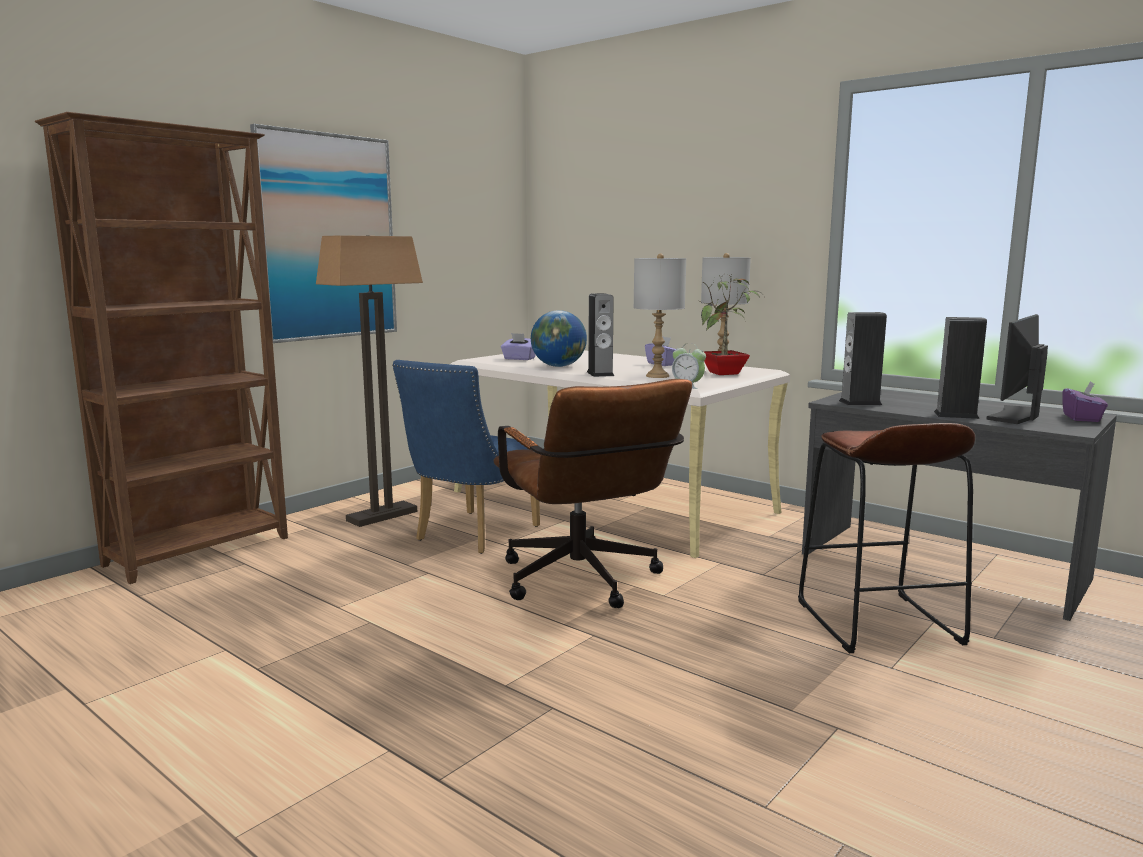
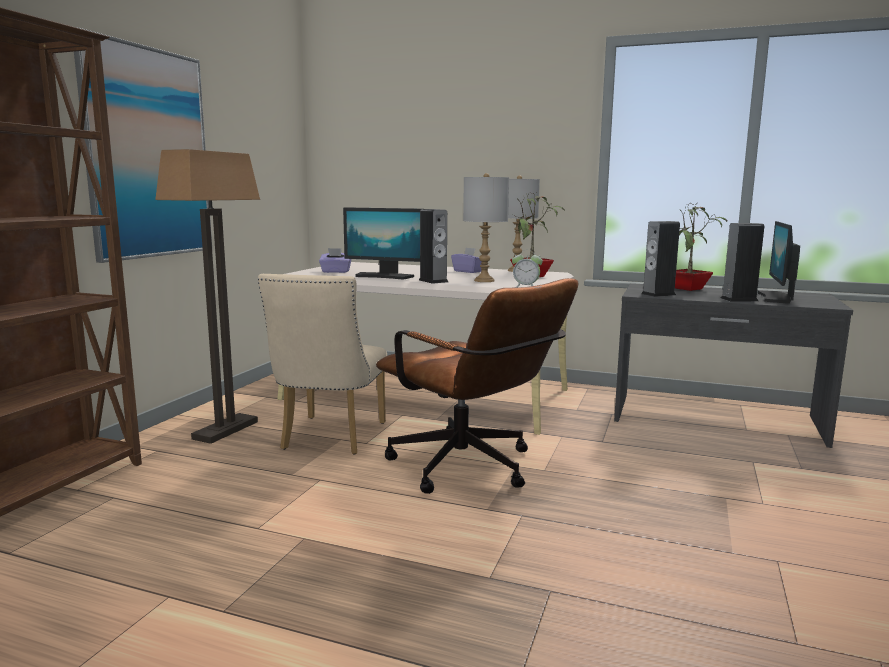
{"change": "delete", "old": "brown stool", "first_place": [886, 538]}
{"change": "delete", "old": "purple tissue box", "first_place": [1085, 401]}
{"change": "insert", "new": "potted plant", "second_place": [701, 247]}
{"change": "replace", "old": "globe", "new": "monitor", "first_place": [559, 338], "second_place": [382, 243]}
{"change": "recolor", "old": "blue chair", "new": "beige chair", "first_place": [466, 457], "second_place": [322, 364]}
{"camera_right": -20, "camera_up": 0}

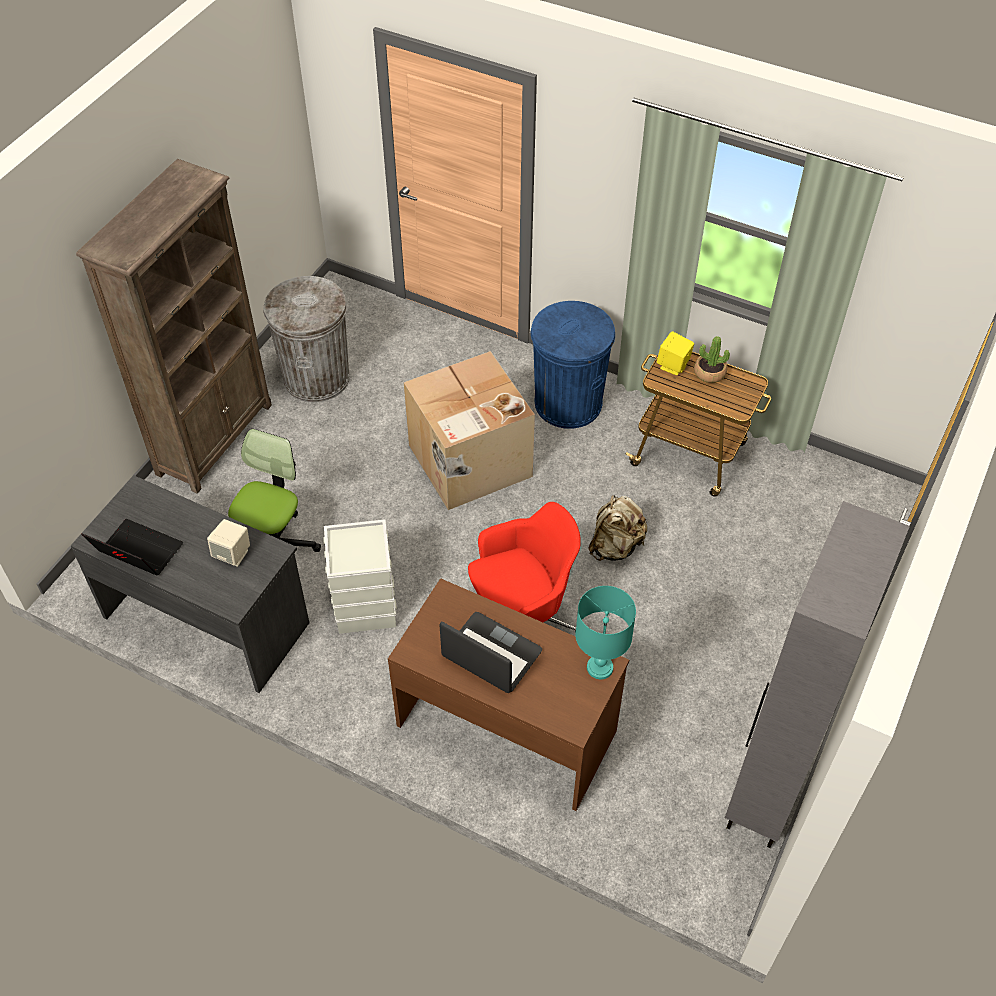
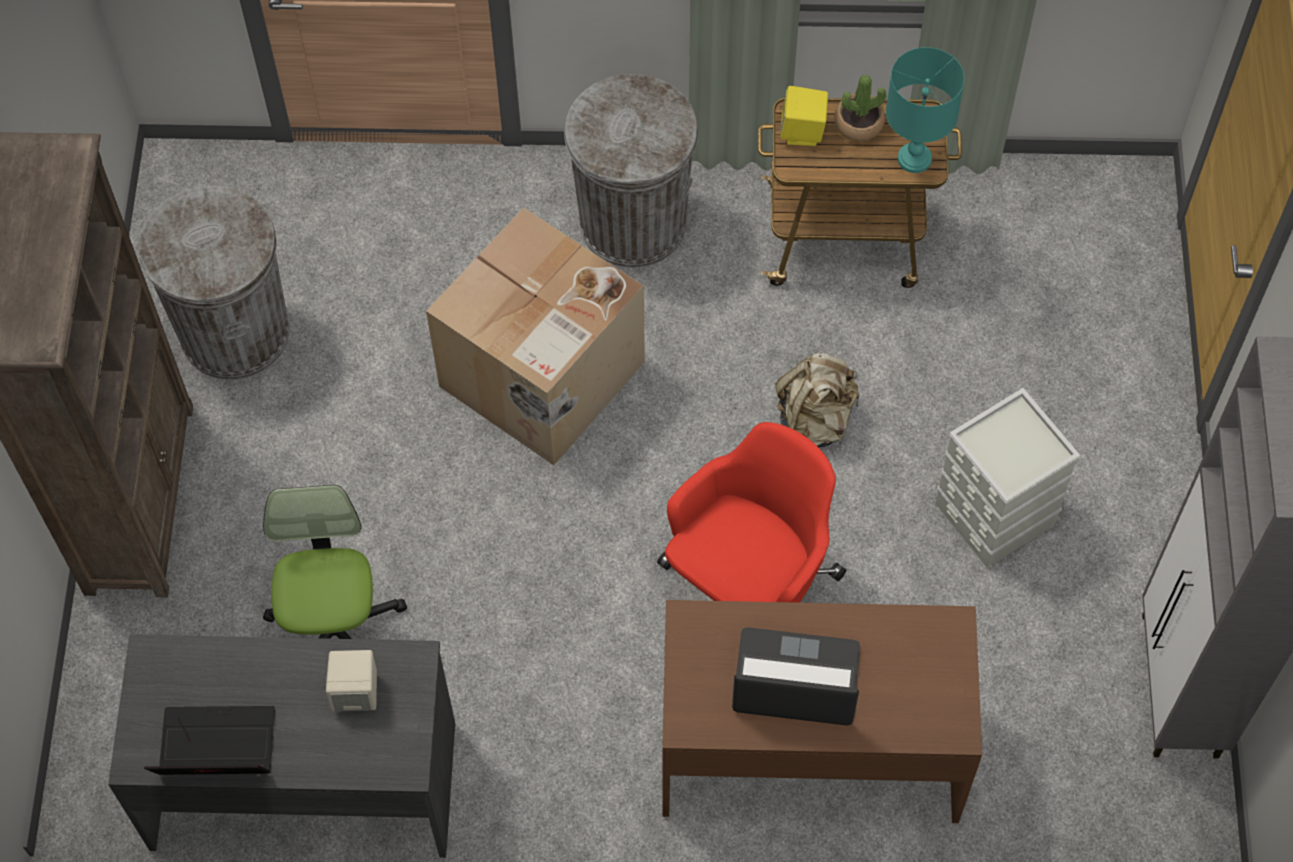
{"change": "move", "old": "grey storage box", "first_place": [360, 576], "second_place": [1007, 478]}
{"change": "move", "old": "turquoise table lamp", "first_place": [605, 632], "second_place": [925, 110]}
{"change": "recolor", "old": "blue trash can", "new": "grey trash can", "first_place": [573, 365], "second_place": [631, 171]}
{"camera_right": -25, "camera_up": 10}

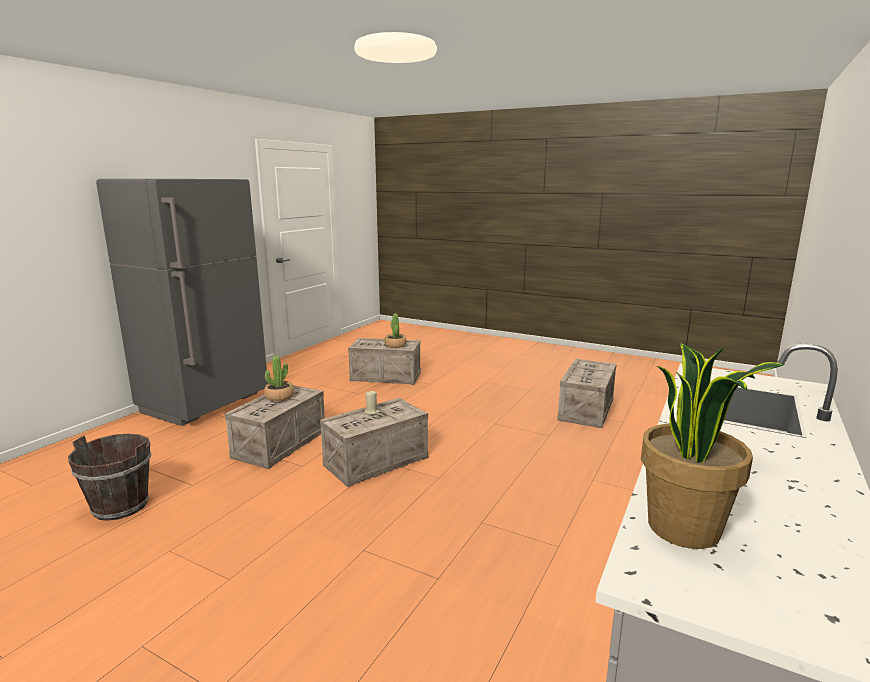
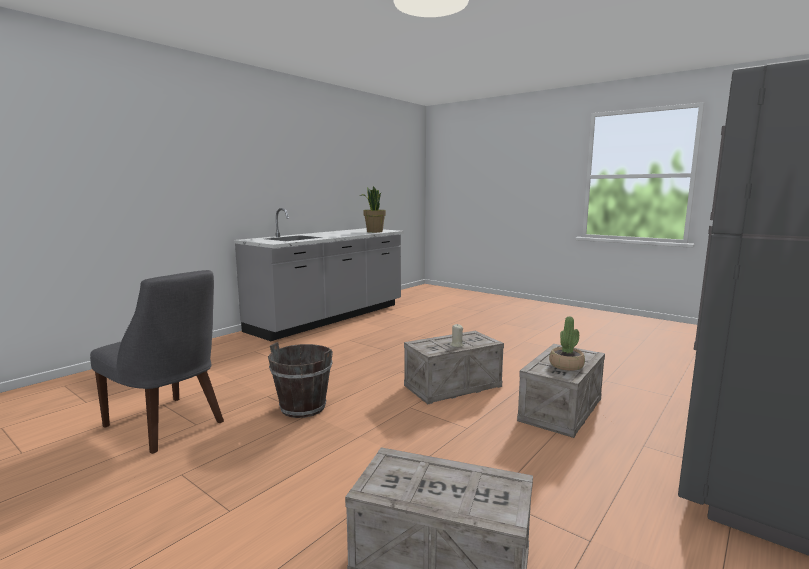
{"change": "delete", "old": "potted plant", "first_place": [395, 330]}
{"change": "move", "old": "brown bucket", "first_place": [109, 477], "second_place": [300, 380]}
{"change": "replace", "old": "crate", "new": "grey chair", "first_place": [587, 393], "second_place": [157, 362]}
{"camera_right": -170, "camera_up": -5}

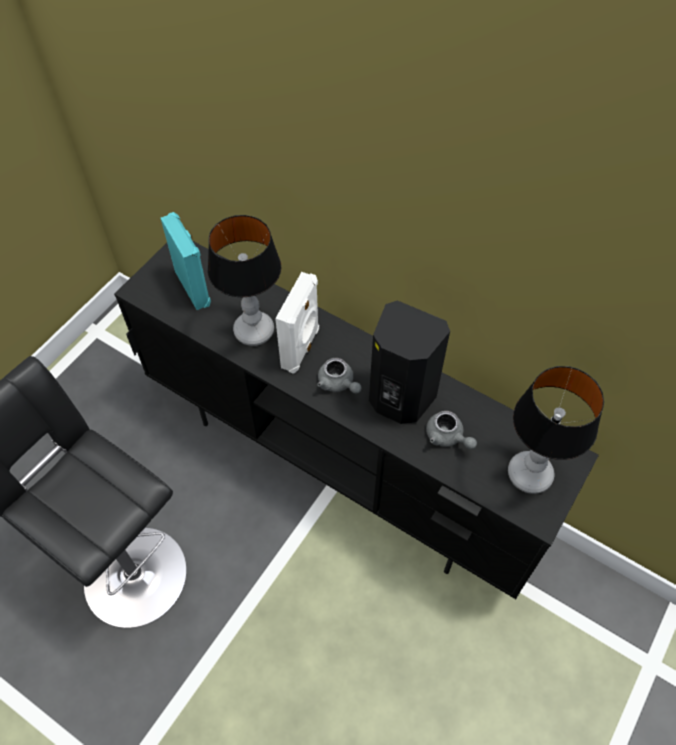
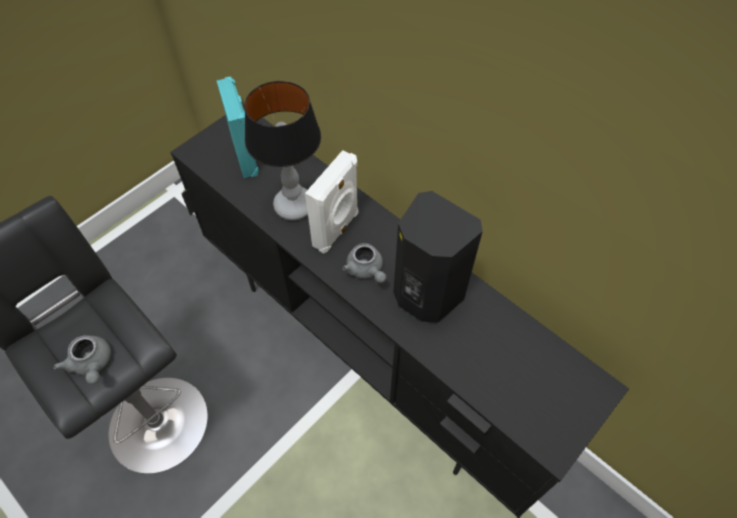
{"change": "delete", "old": "table lamp", "first_place": [556, 430]}
{"change": "move", "old": "grey teapot", "first_place": [451, 430], "second_place": [82, 359]}
{"camera_right": 10, "camera_up": 0}

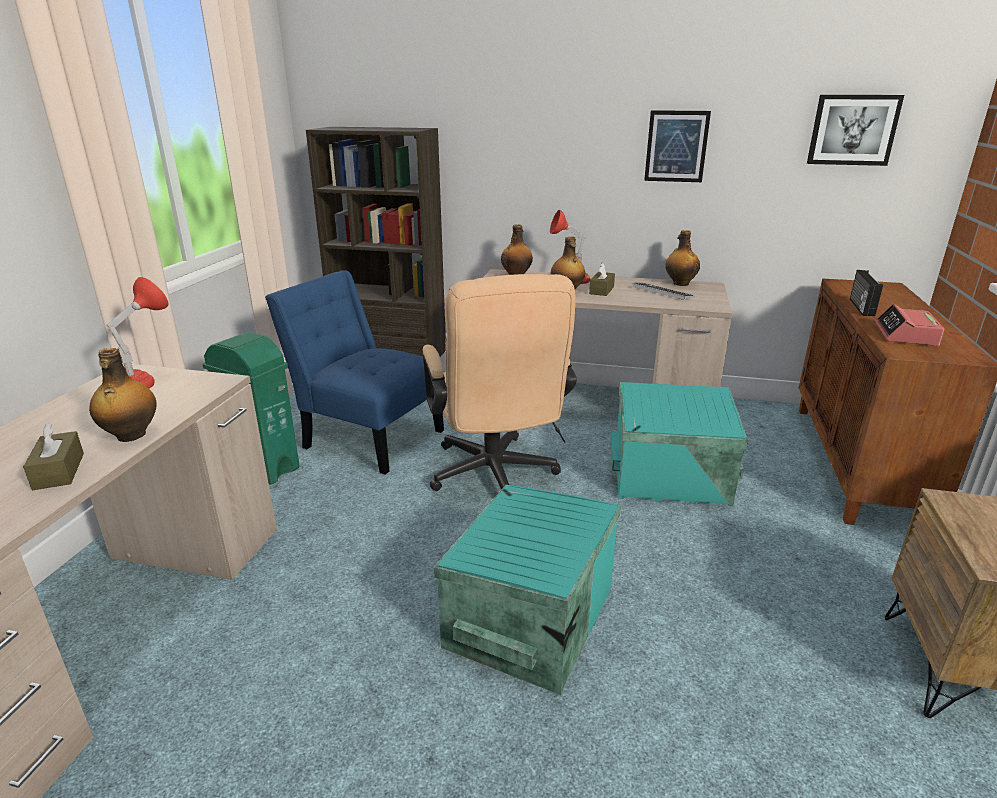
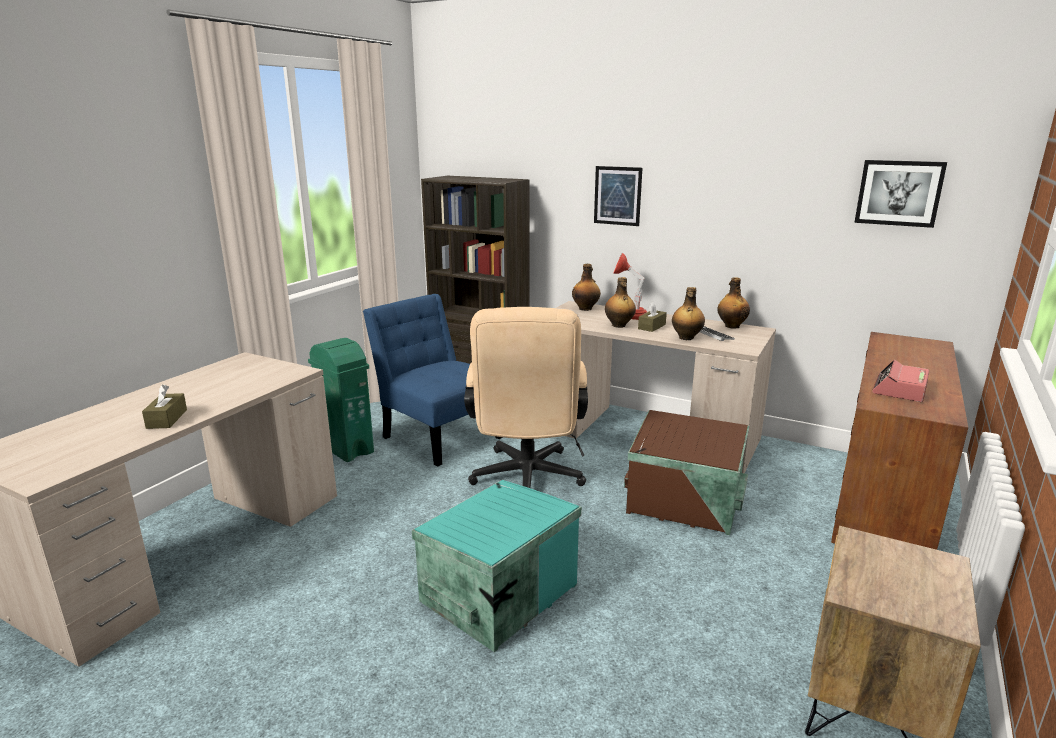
{"change": "delete", "old": "red table lamp", "first_place": [137, 333]}
{"change": "delete", "old": "radio", "first_place": [866, 293]}
{"change": "move", "old": "bottle", "first_place": [123, 395], "second_place": [688, 313]}
{"change": "move", "old": "picture", "first_place": [677, 146], "second_place": [618, 196]}
{"change": "recolor", "old": "turquoise storage box", "new": "brown storage box", "first_place": [679, 444], "second_place": [686, 472]}
{"camera_right": 15, "camera_up": -5}

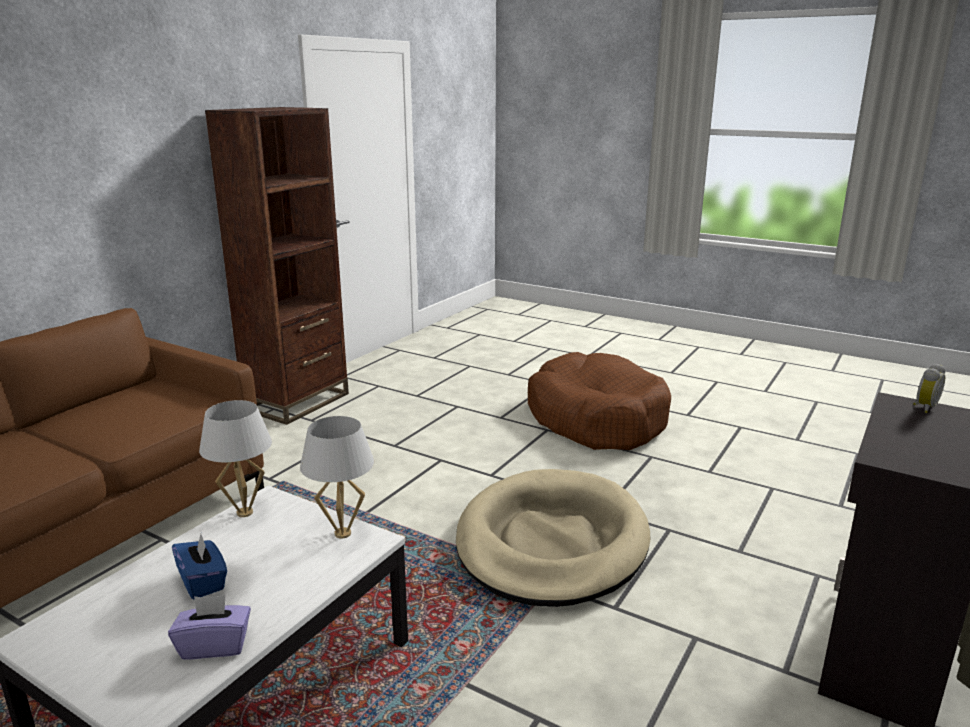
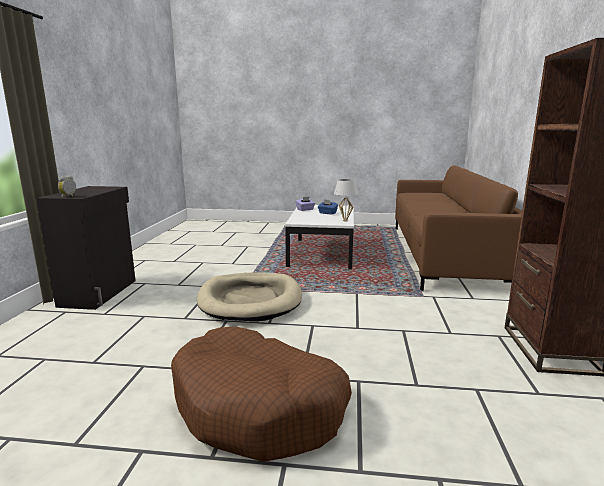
{"change": "delete", "old": "white table lamp", "first_place": [337, 477]}
{"camera_right": 155, "camera_up": -5}

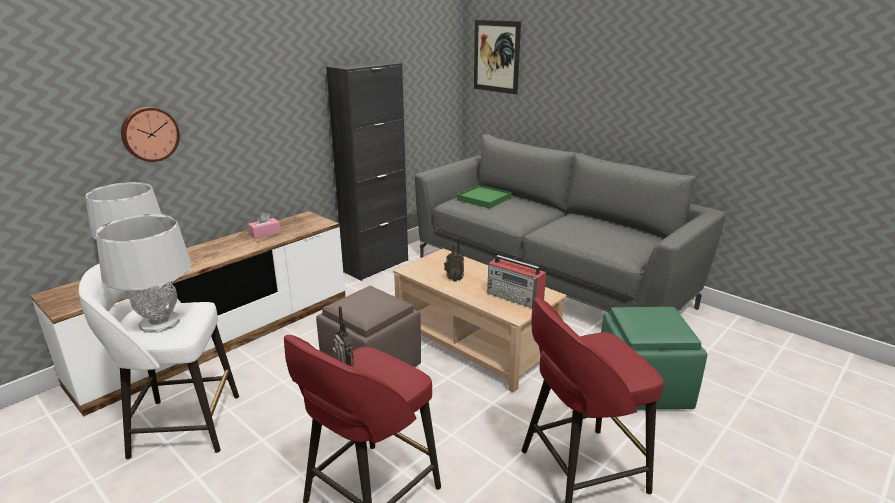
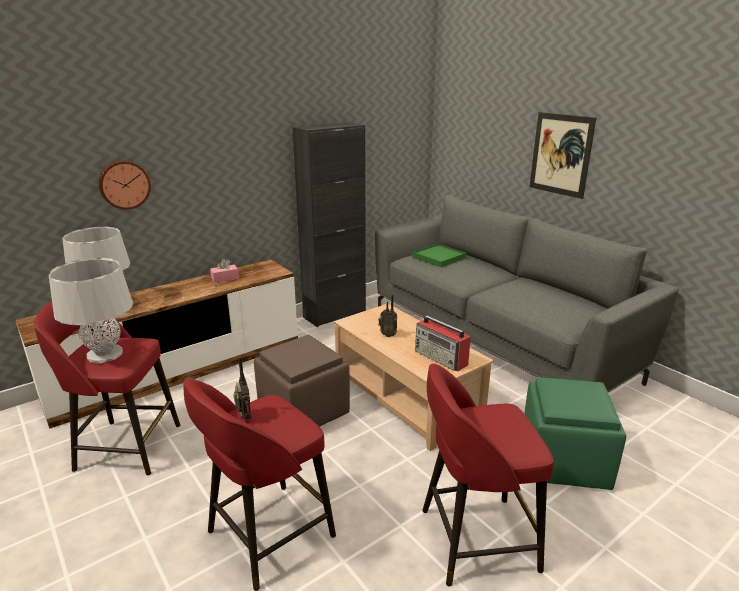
{"change": "move", "old": "picture", "first_place": [497, 57], "second_place": [562, 155]}
{"change": "recolor", "old": "white stool", "new": "red stool", "first_place": [159, 361], "second_place": [107, 388]}
{"camera_right": 10, "camera_up": 0}

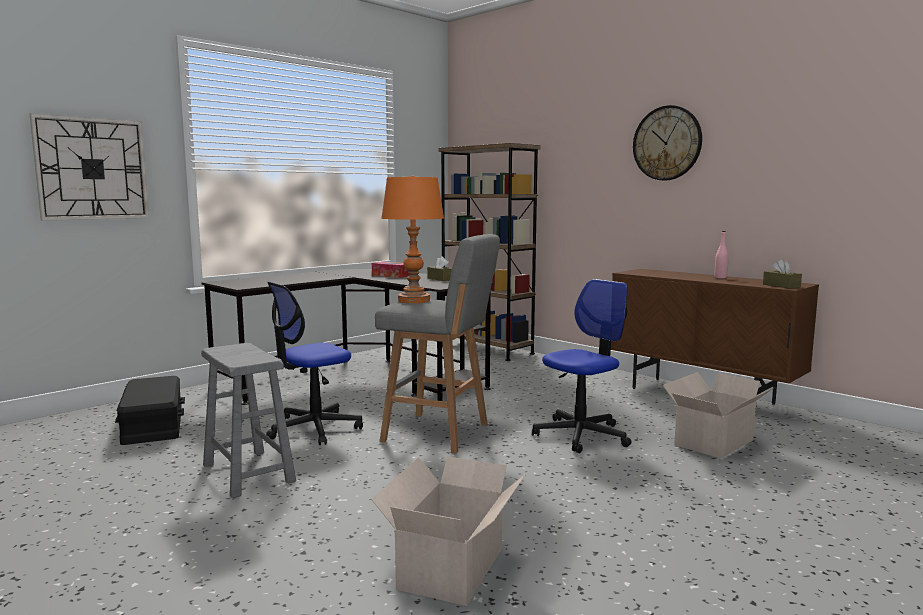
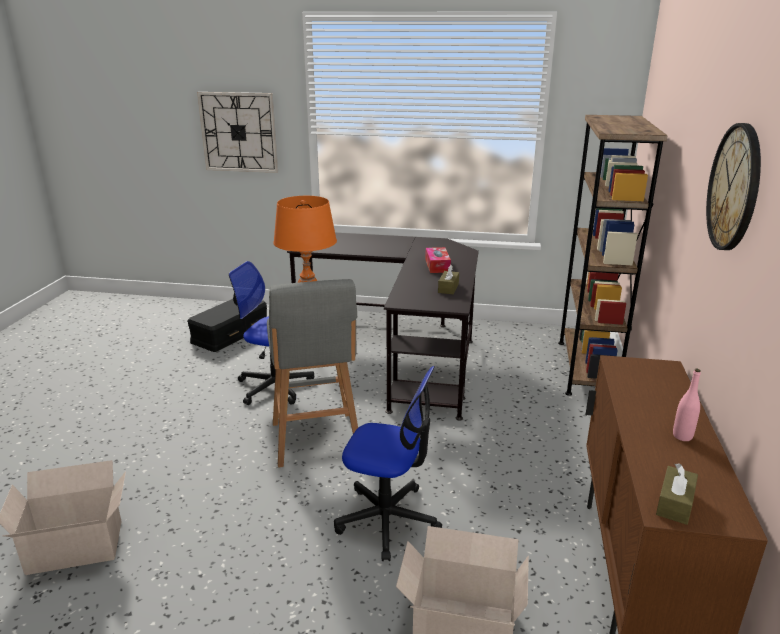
{"change": "delete", "old": "grey stool", "first_place": [248, 420]}
{"camera_right": 55, "camera_up": 15}

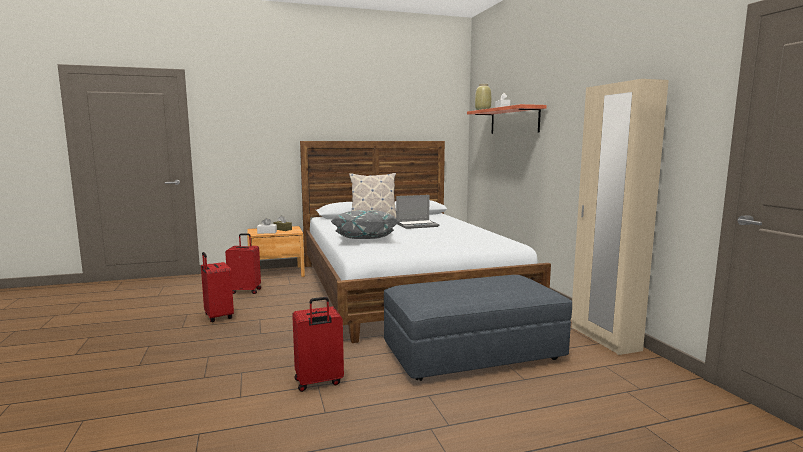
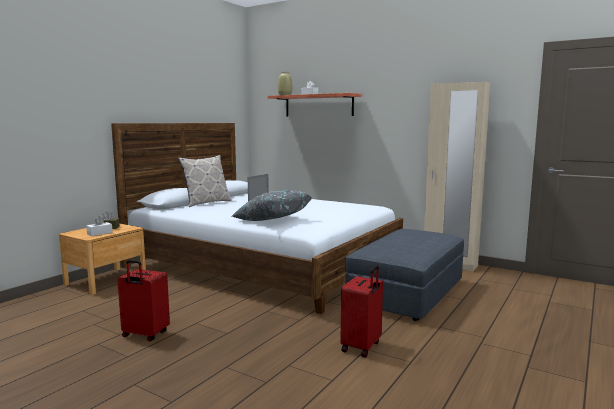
{"change": "delete", "old": "red suitcase", "first_place": [243, 264]}
{"camera_right": -40, "camera_up": 0}

